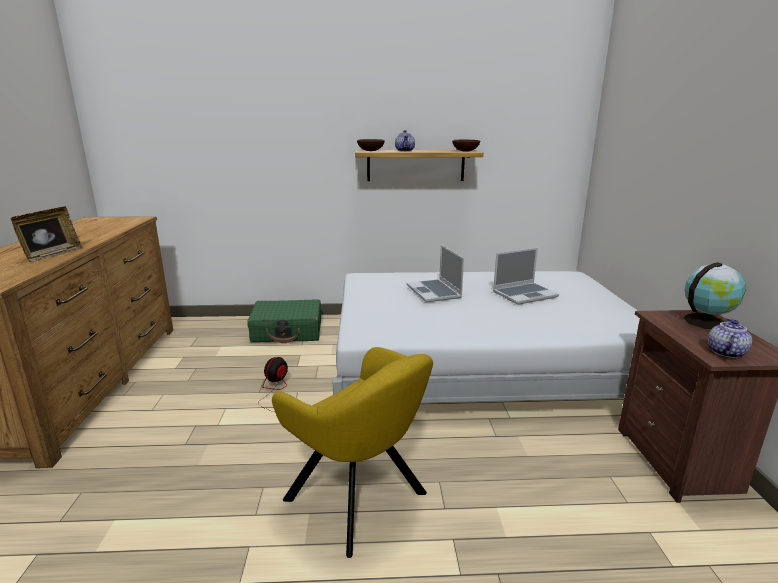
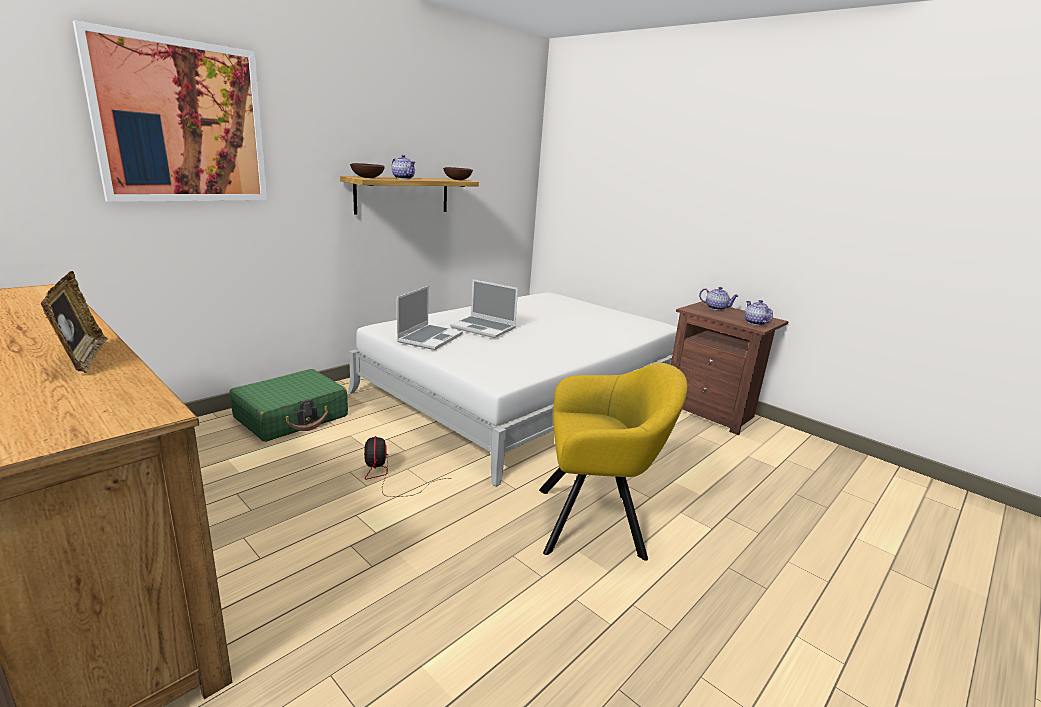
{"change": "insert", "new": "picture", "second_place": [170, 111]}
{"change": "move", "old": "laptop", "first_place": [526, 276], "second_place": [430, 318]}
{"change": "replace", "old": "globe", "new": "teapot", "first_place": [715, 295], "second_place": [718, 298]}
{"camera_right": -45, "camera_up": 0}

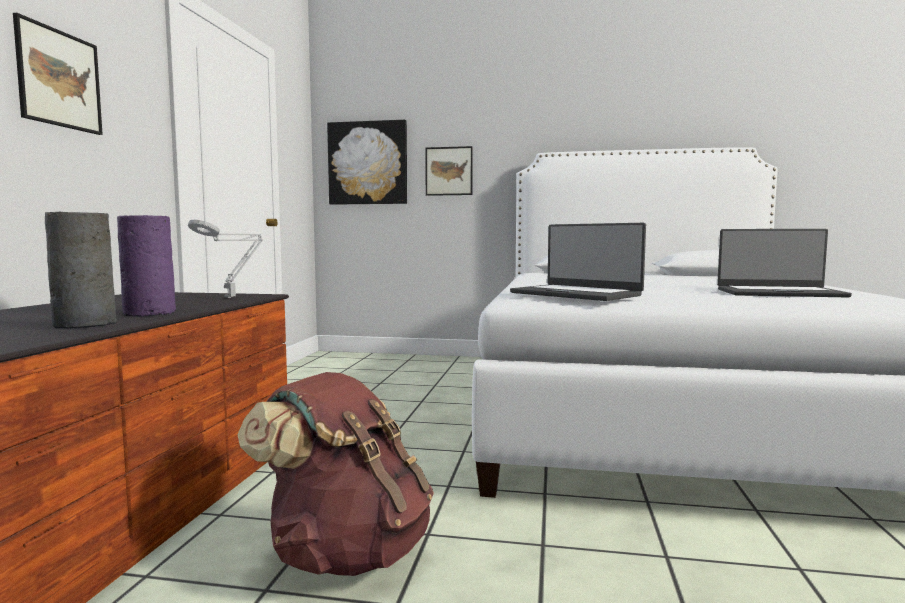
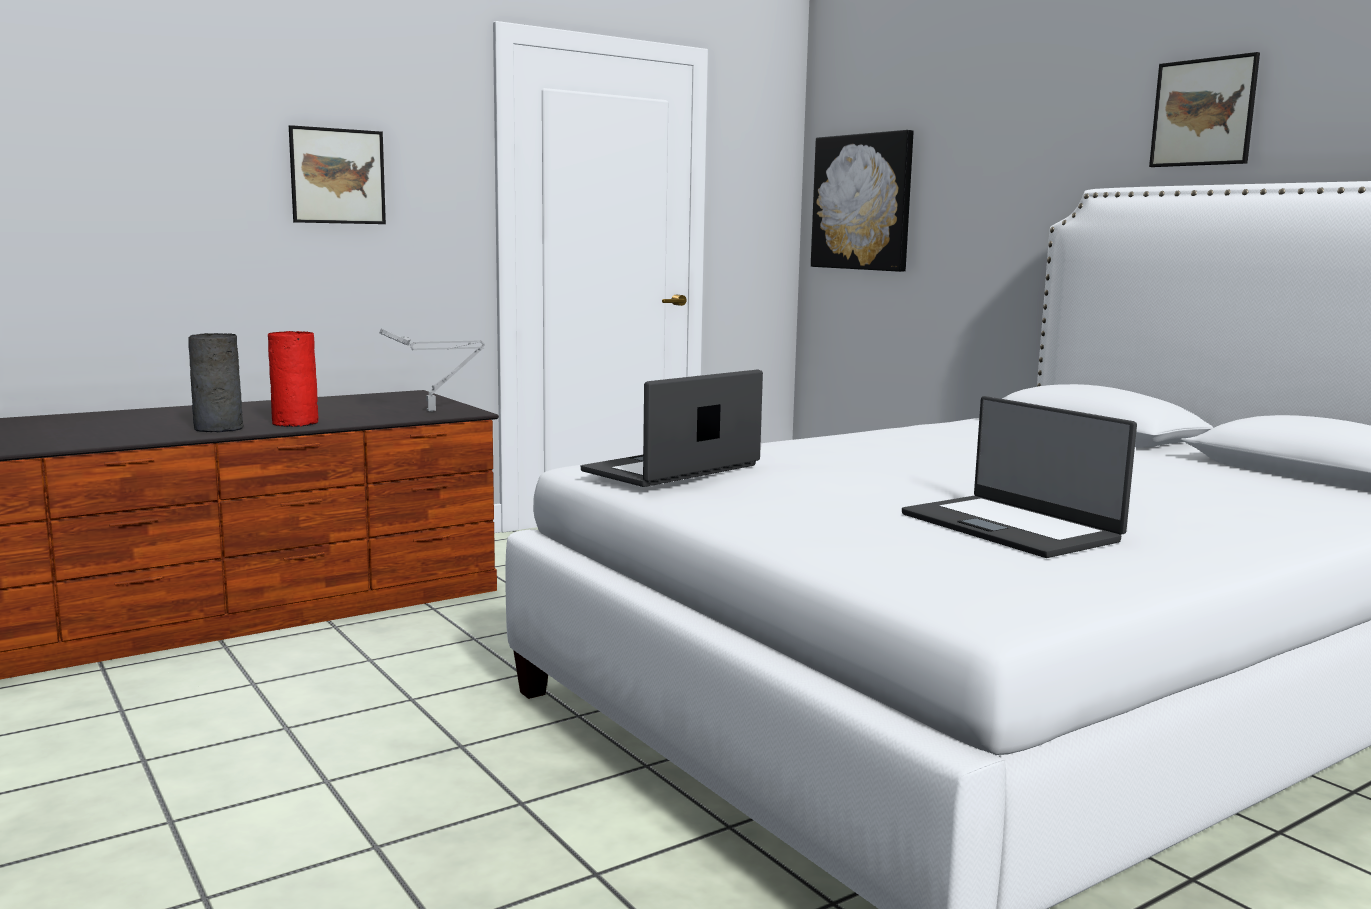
{"change": "delete", "old": "brown backpack", "first_place": [335, 474]}
{"change": "move", "old": "picture", "first_place": [449, 171], "second_place": [1204, 109]}
{"change": "recolor", "old": "purple vase", "new": "red vase", "first_place": [146, 266], "second_place": [293, 379]}
{"change": "rotate", "old": "laptop", "first_place": [578, 262], "second_place": [672, 428], "degrees": 45}
{"camera_right": 45, "camera_up": 5}

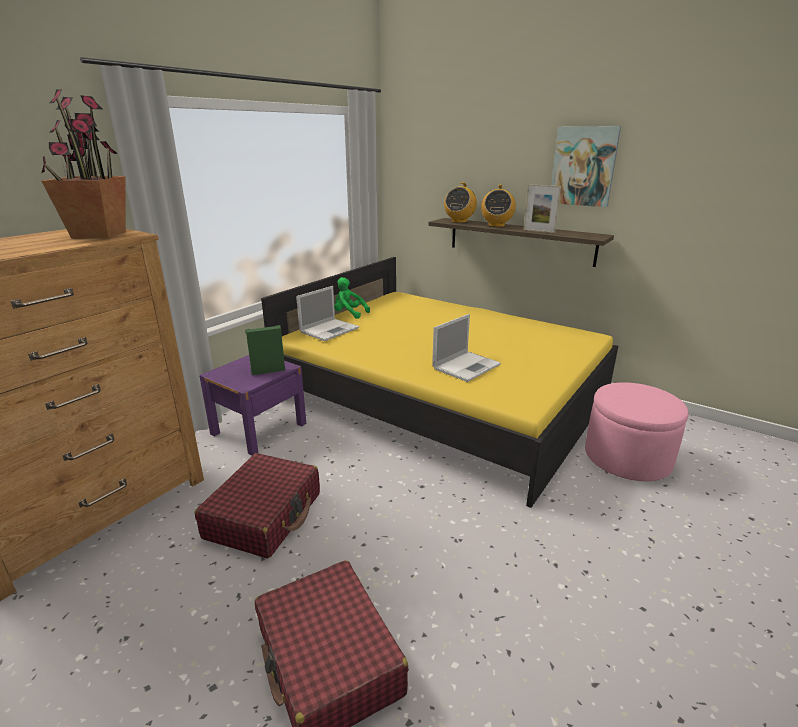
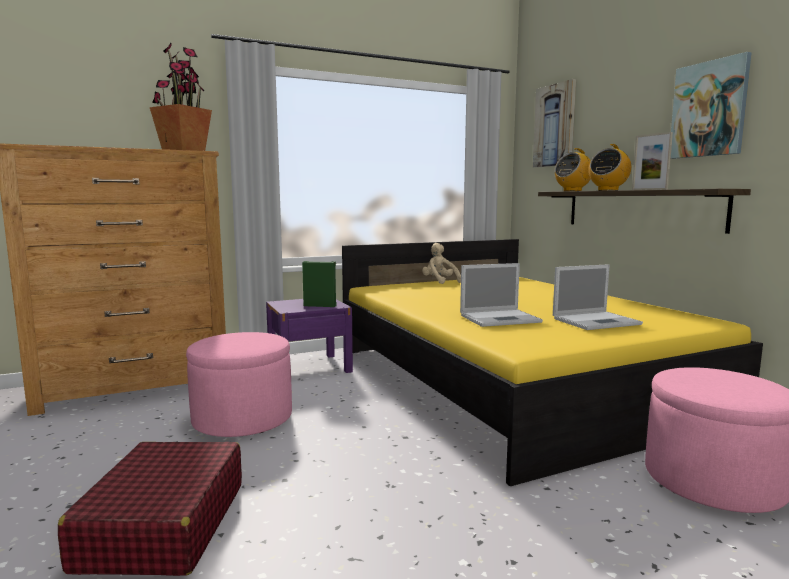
{"change": "insert", "new": "picture", "second_place": [554, 123]}
{"change": "move", "old": "laptop", "first_place": [327, 313], "second_place": [598, 297]}
{"change": "replace", "old": "red suitcase", "new": "pink ottoman", "first_place": [257, 506], "second_place": [239, 384]}
{"change": "recolor", "old": "green plush toy", "new": "beige plush toy", "first_place": [352, 298], "second_place": [441, 263]}
{"camera_right": 30, "camera_up": -15}

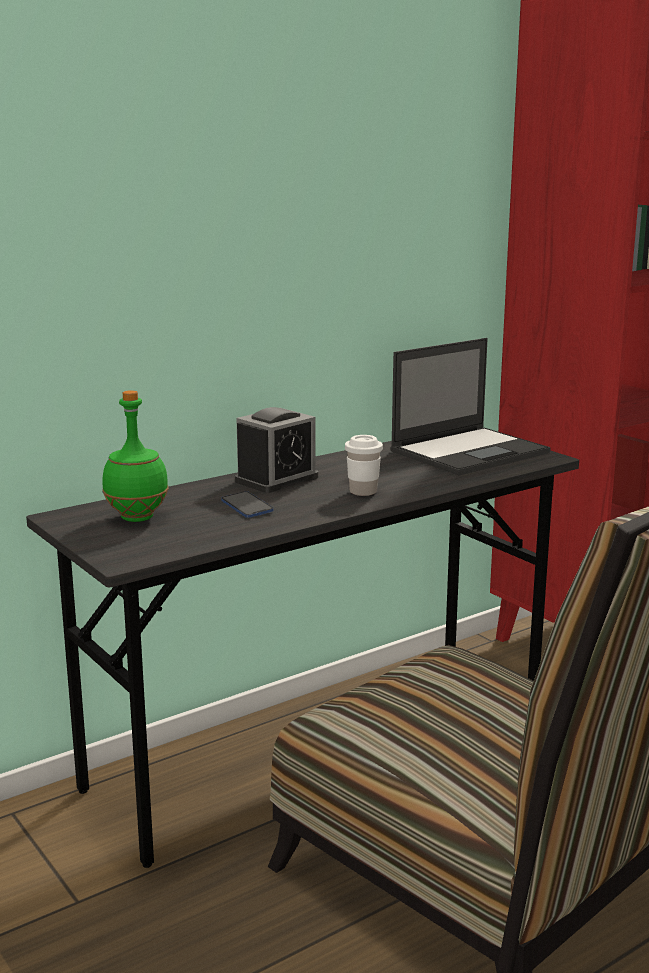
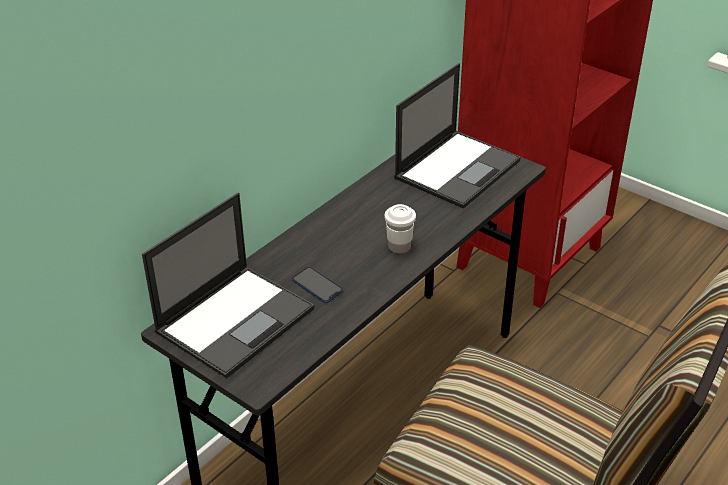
{"change": "delete", "old": "alarm clock", "first_place": [276, 450]}
{"change": "replace", "old": "green bottle", "new": "laptop", "first_place": [135, 456], "second_place": [228, 285]}
{"camera_right": -15, "camera_up": 20}

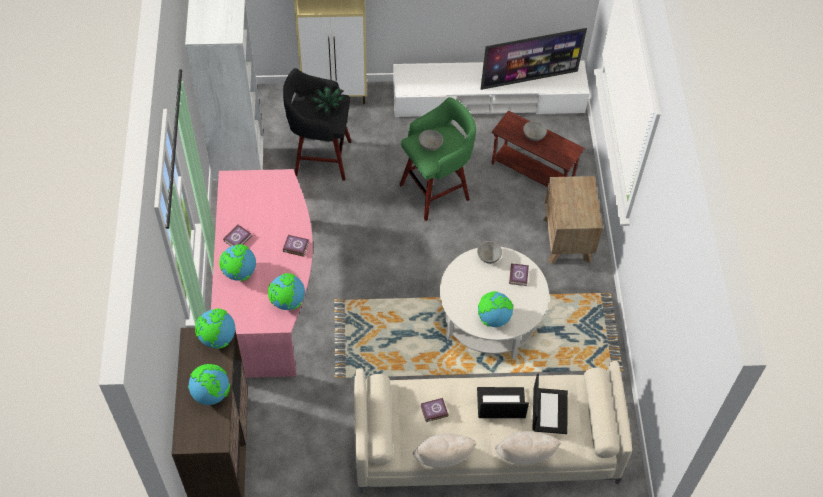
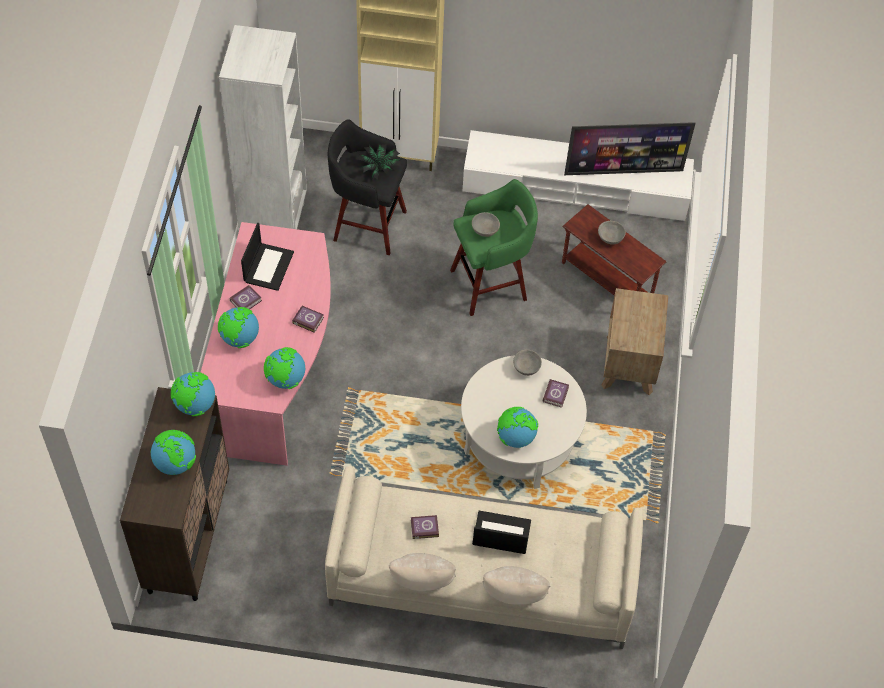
{"change": "move", "old": "laptop", "first_place": [550, 404], "second_place": [267, 257]}
{"camera_right": 10, "camera_up": 0}

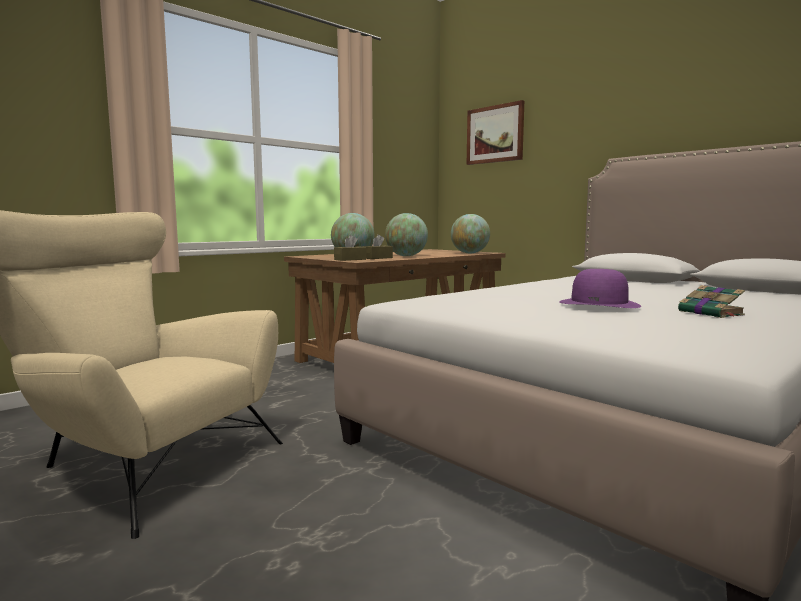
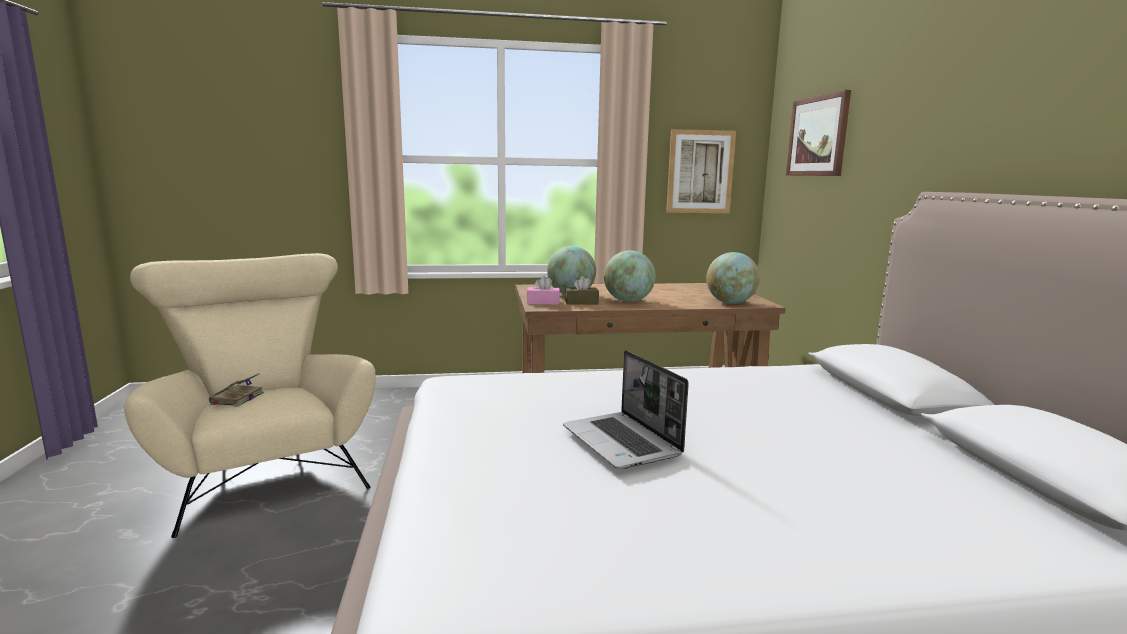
{"change": "insert", "new": "picture", "second_place": [701, 171]}
{"change": "move", "old": "book", "first_place": [711, 301], "second_place": [236, 390]}
{"change": "replace", "old": "purple hat", "new": "laptop", "first_place": [600, 288], "second_place": [626, 409]}
{"change": "recolor", "old": "brown tissue box", "new": "pink tissue box", "first_place": [350, 248], "second_place": [543, 290]}
{"camera_right": 35, "camera_up": 5}

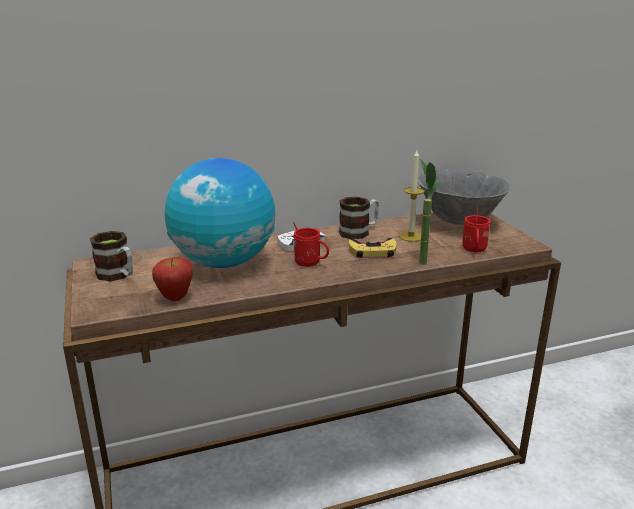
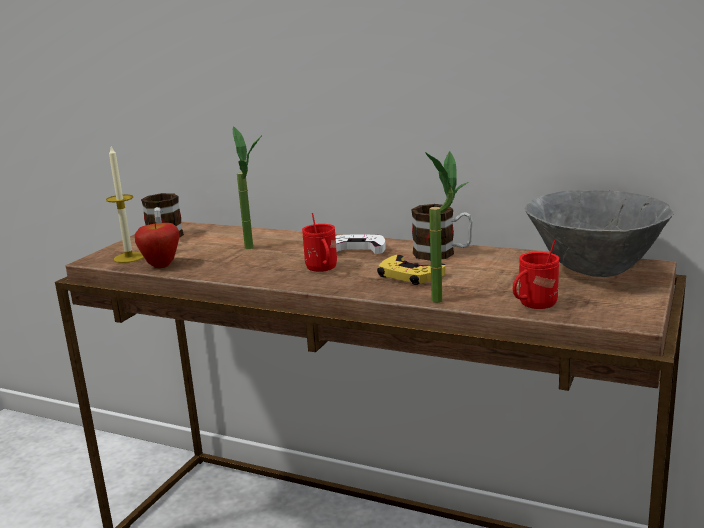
{"change": "move", "old": "candle", "first_place": [412, 196], "second_place": [125, 204]}
{"change": "replace", "old": "globe", "new": "potted plant", "first_place": [220, 213], "second_place": [247, 187]}
{"camera_right": 45, "camera_up": -5}

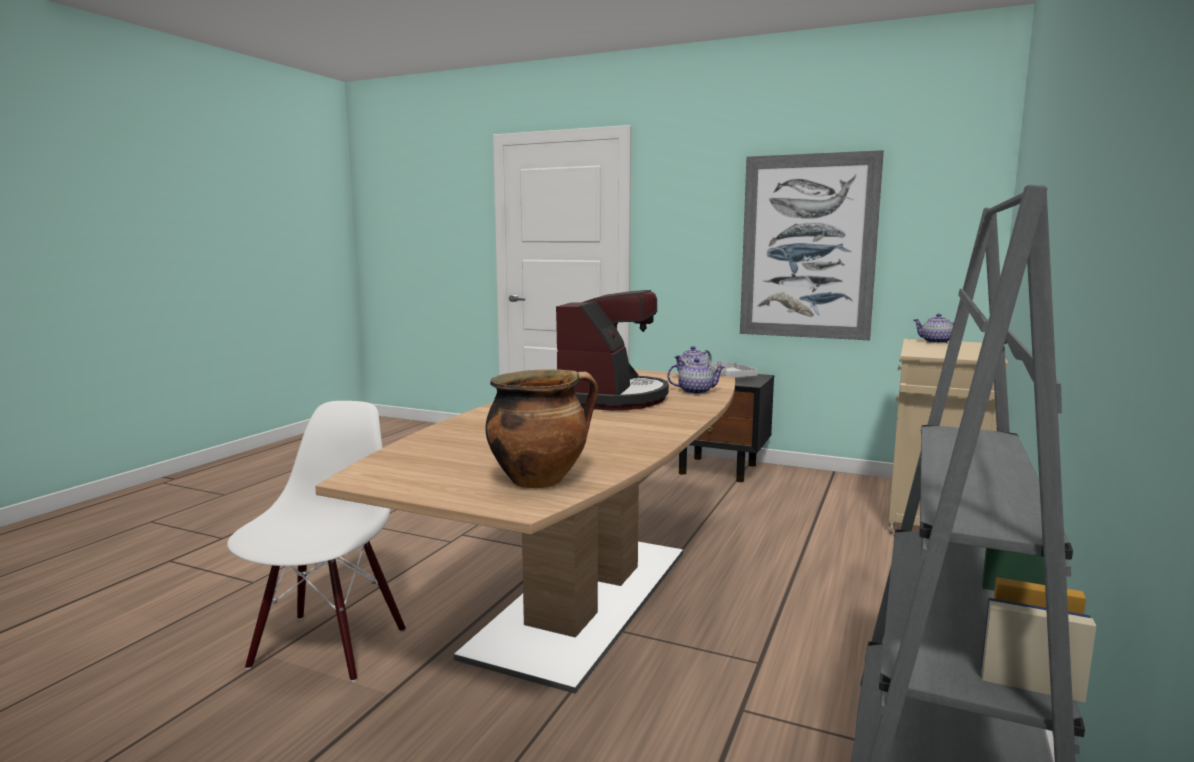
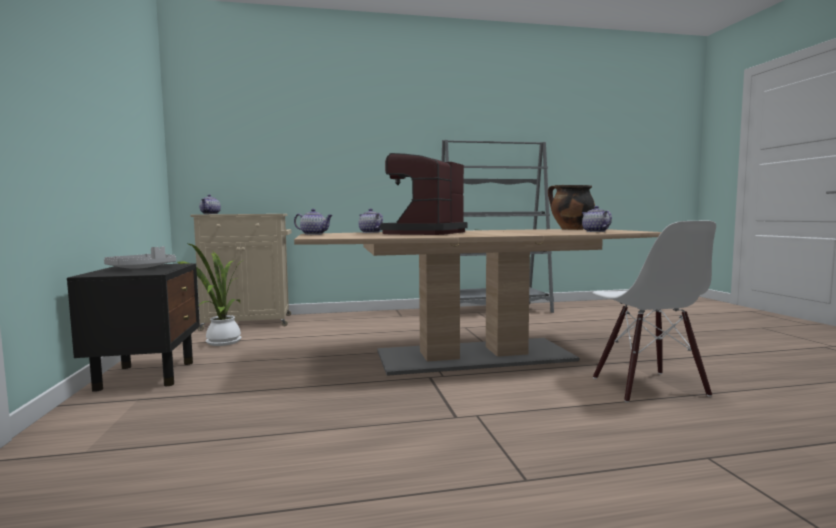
{"change": "delete", "old": "picture", "first_place": [812, 245]}
{"change": "insert", "new": "potted plant", "second_place": [210, 295]}
{"change": "insert", "new": "teapot", "second_place": [597, 219]}
{"change": "rotate", "old": "white chair", "first_place": [316, 541], "second_place": [654, 311], "degrees": -75}
{"change": "rotate", "old": "coffee machine", "first_place": [612, 350], "second_place": [423, 194], "degrees": -45}
{"camera_right": -125, "camera_up": -5}

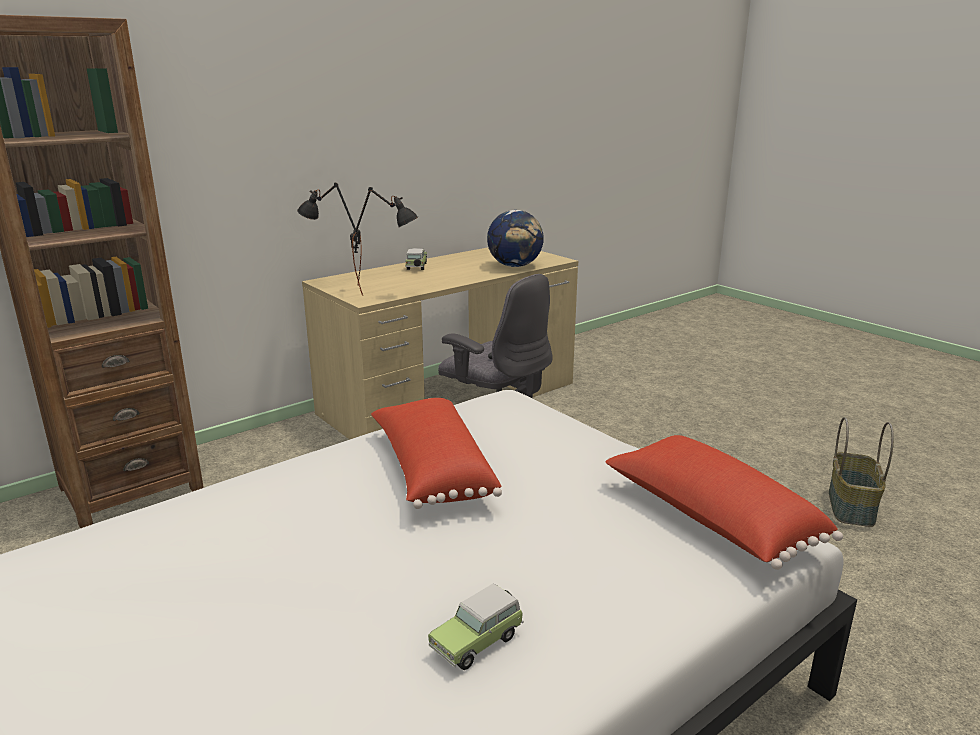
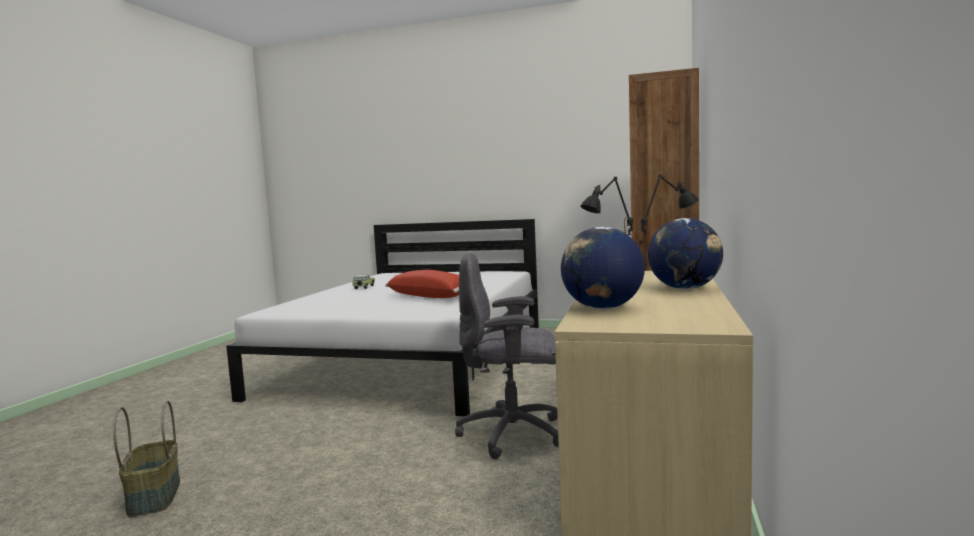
{"change": "delete", "old": "red pillow", "first_place": [724, 502]}
{"change": "replace", "old": "toy car", "new": "globe", "first_place": [416, 259], "second_place": [685, 254]}
{"camera_right": 145, "camera_up": -15}

